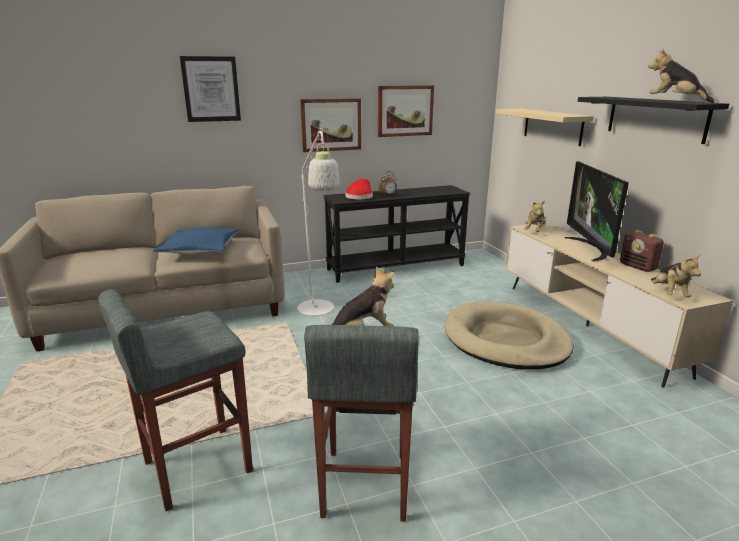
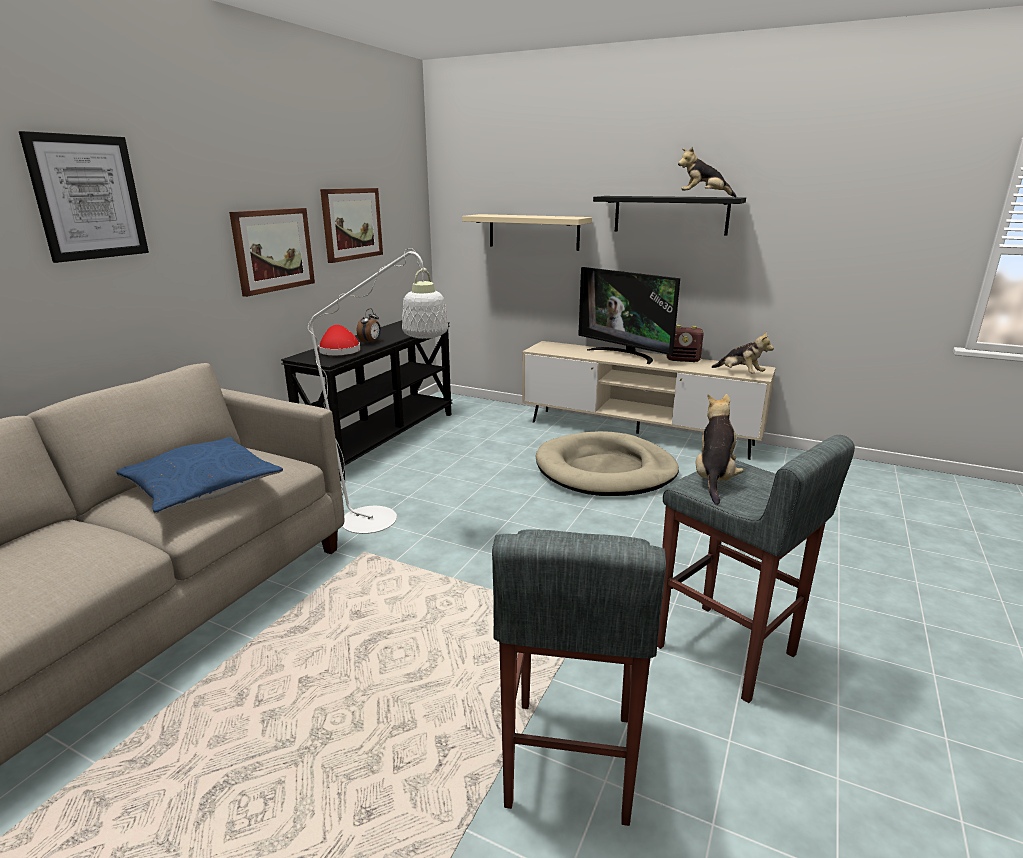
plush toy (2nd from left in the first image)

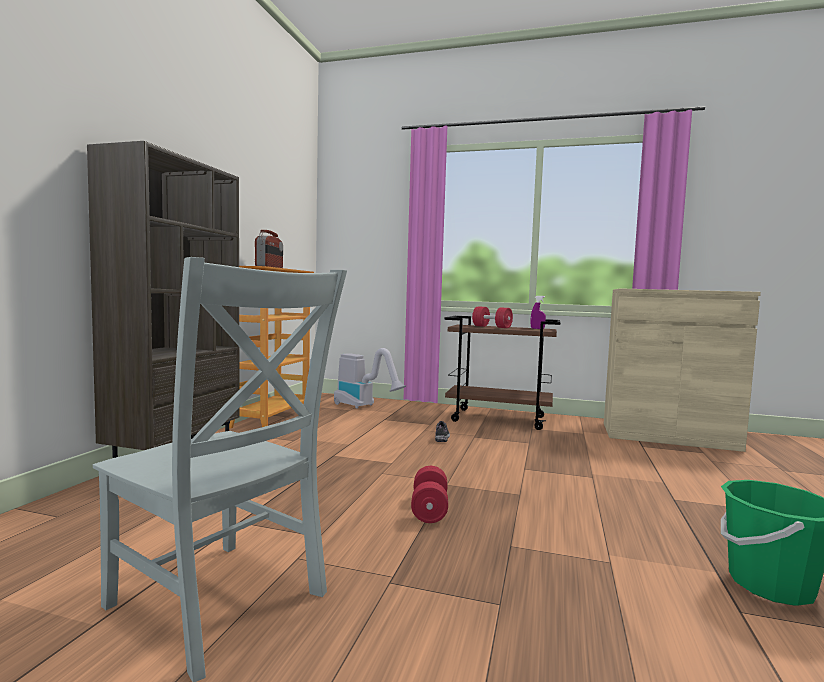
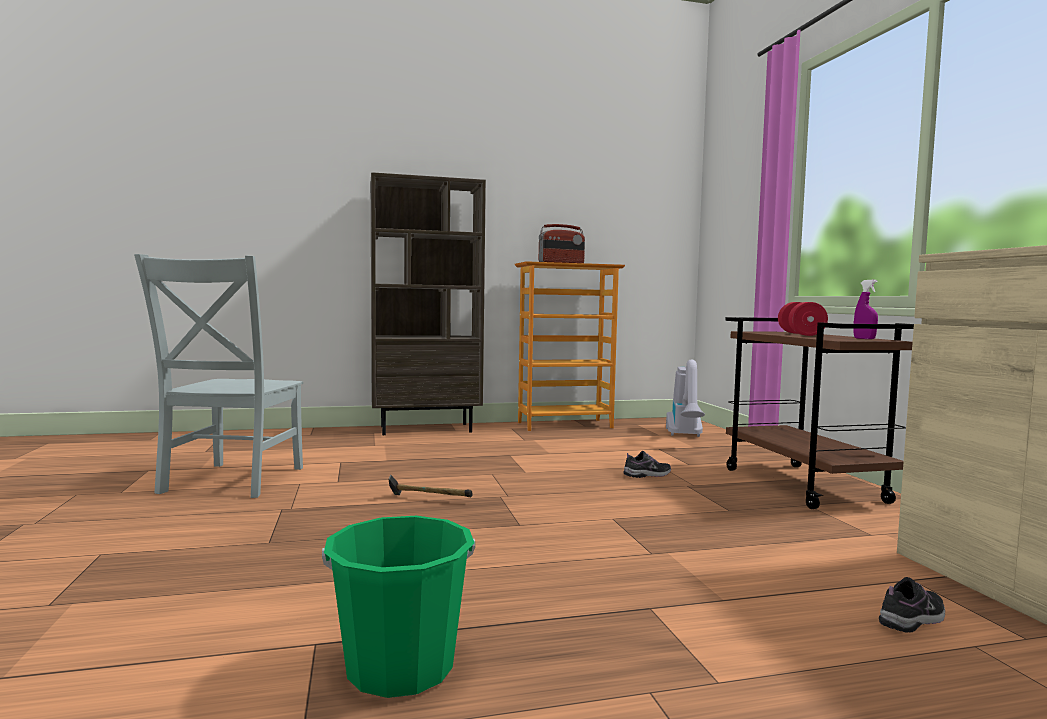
tool hammer; item of footwear (2nd from left)

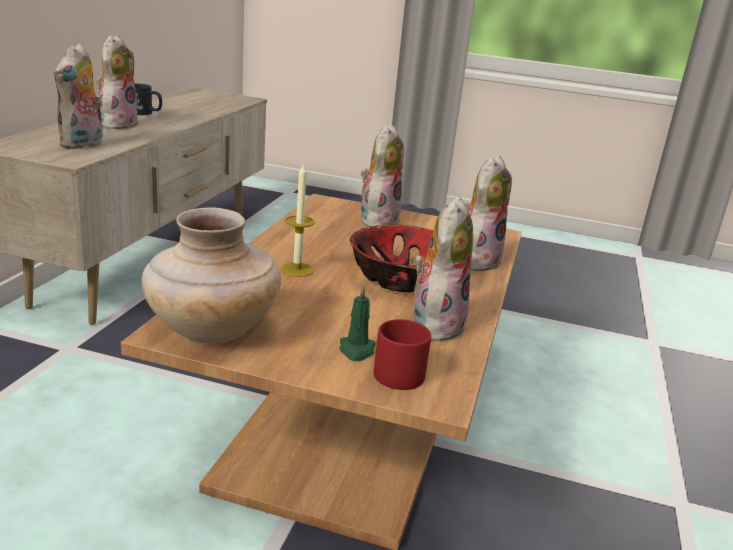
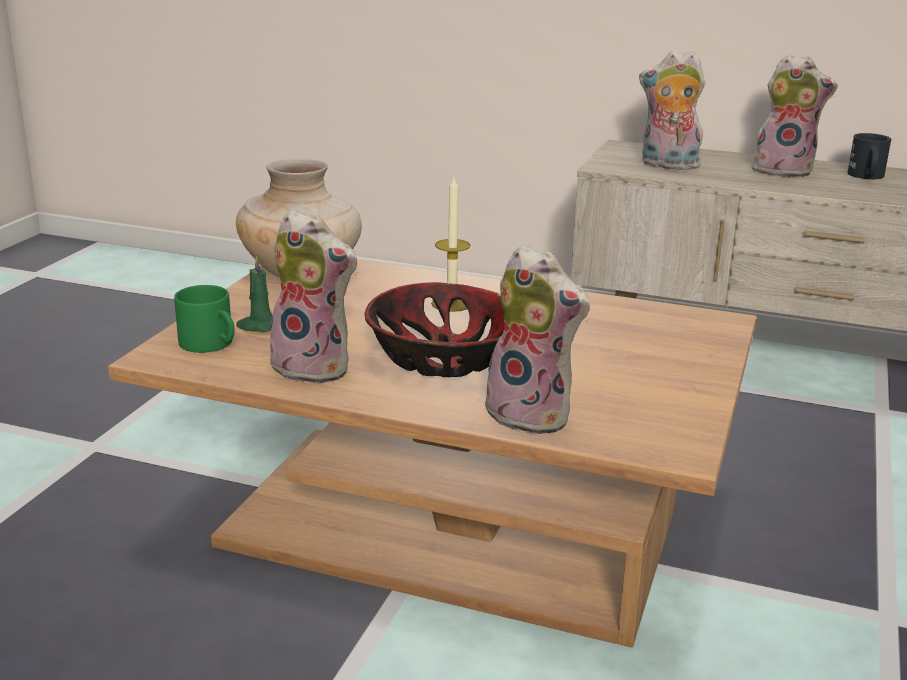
green-coloured coffee mug; plush toy (3rd from left in the first image)

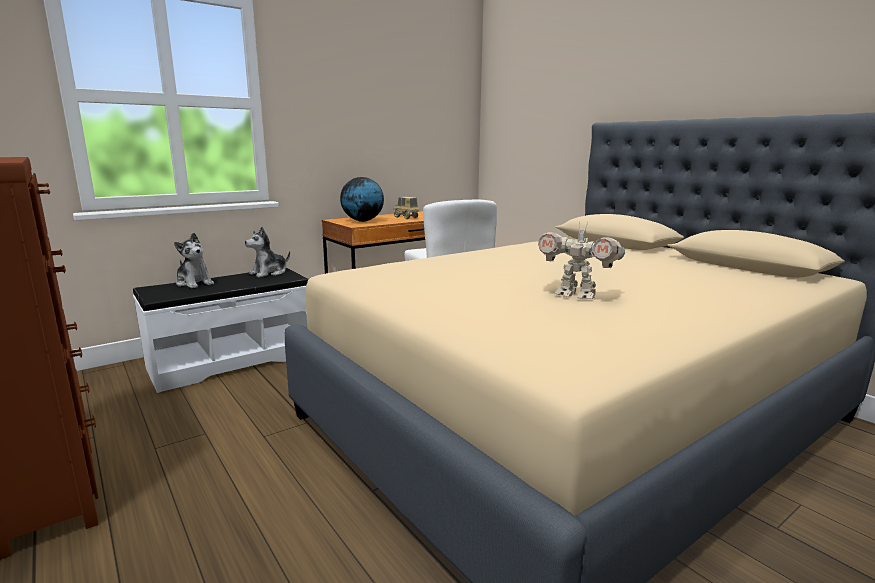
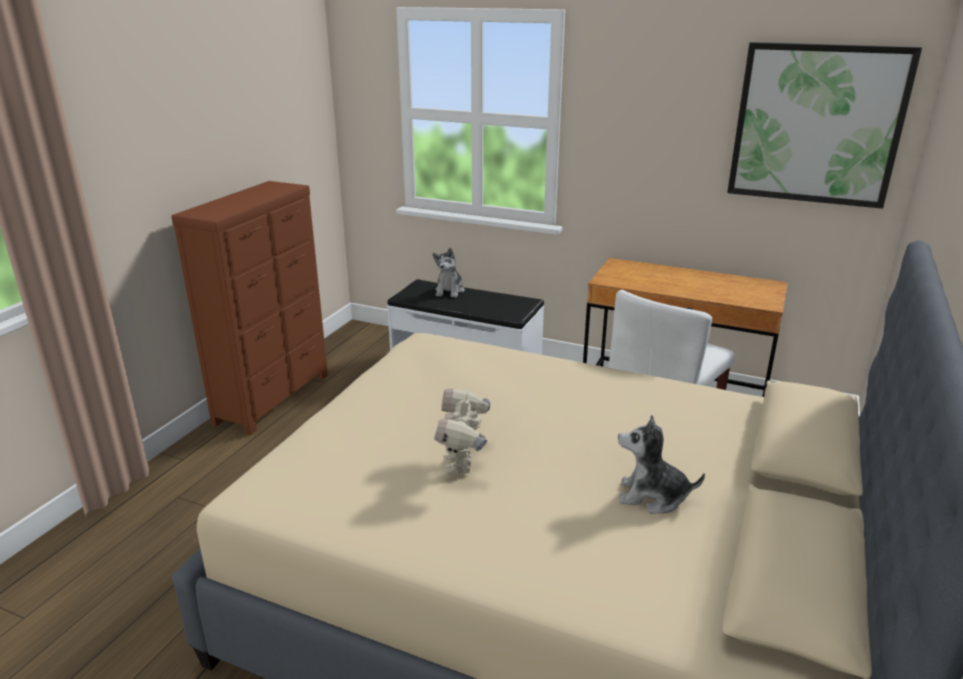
plush toy (2nd from left); picture; globe; model truck

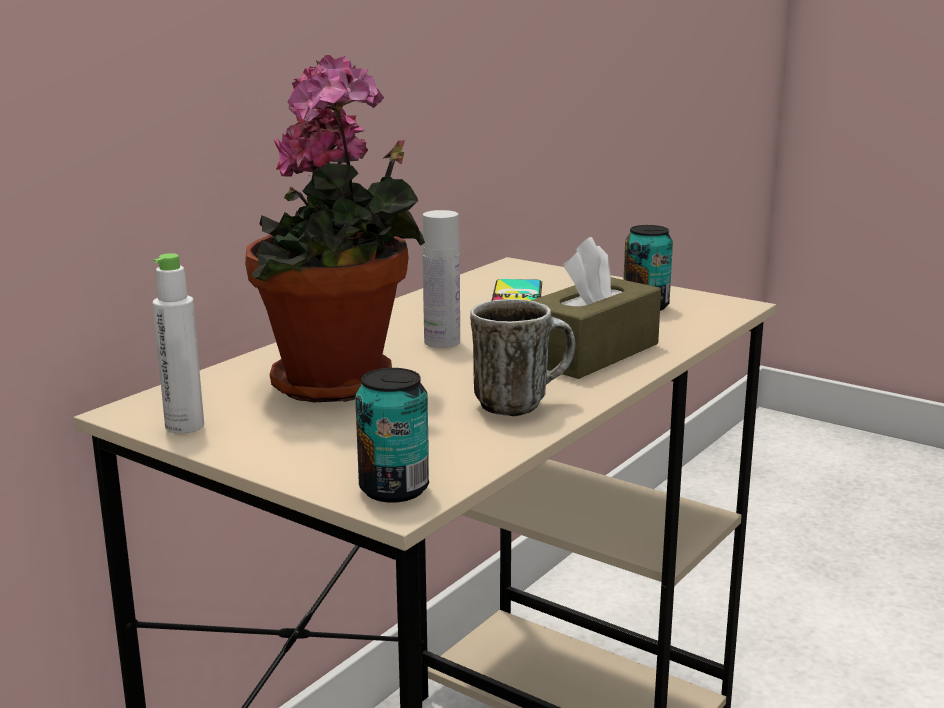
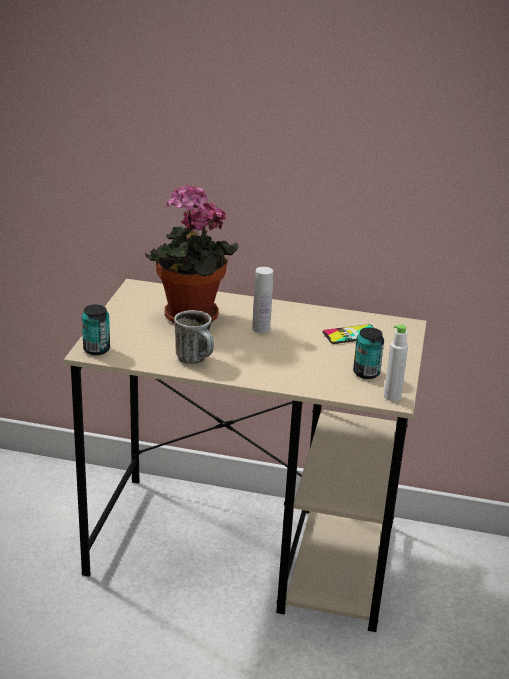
whitish beverage bottle (2nd from left); brown-coloured tissue holder

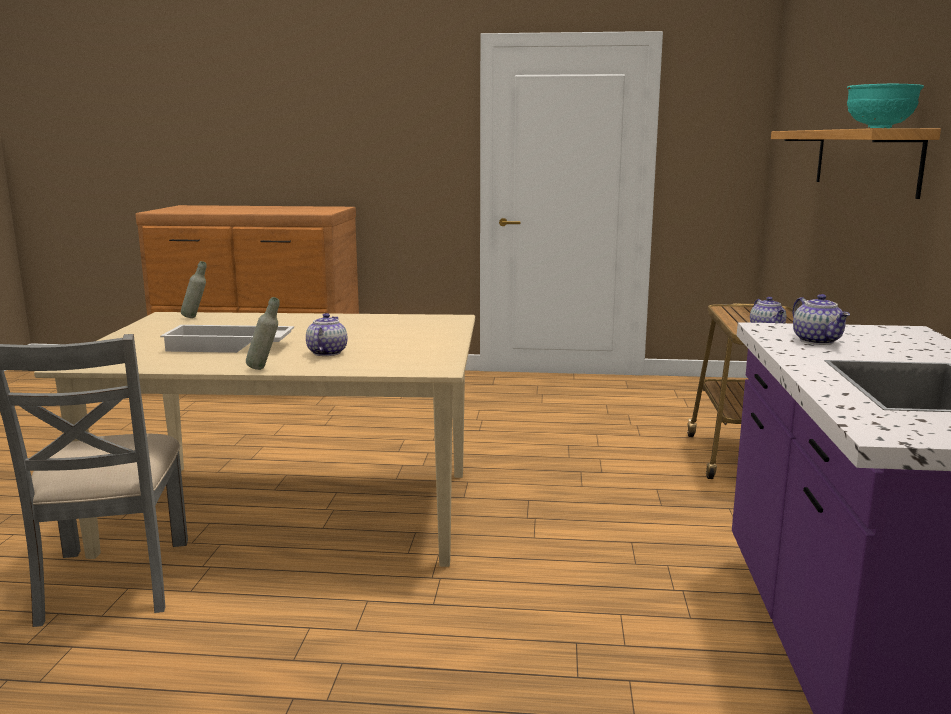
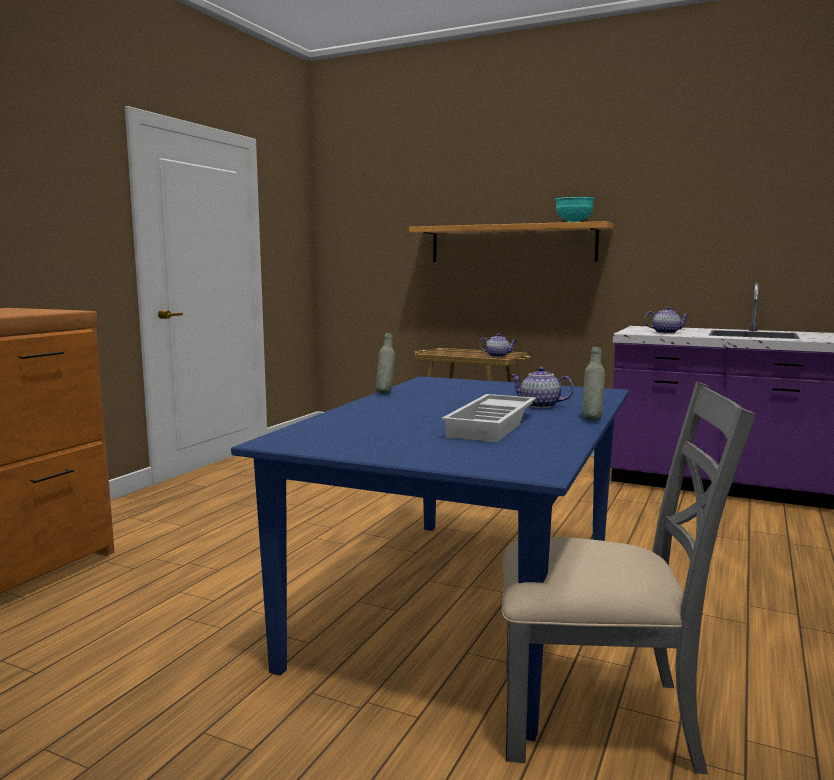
blue dining table; gray beverage bottle (1st from left)

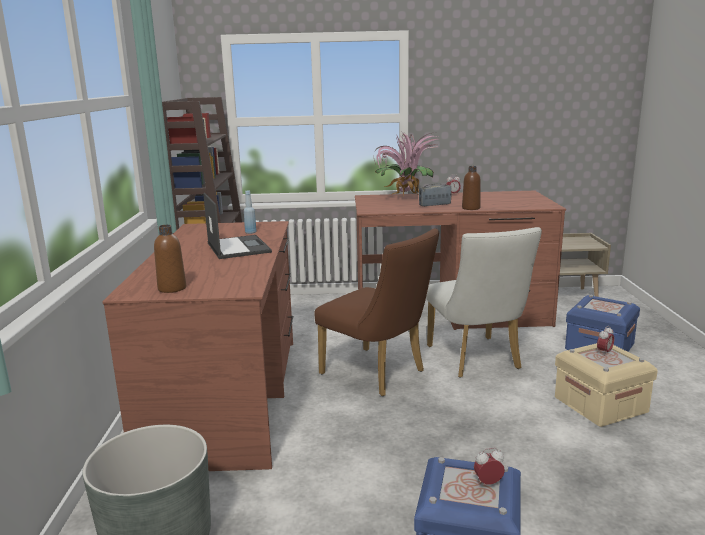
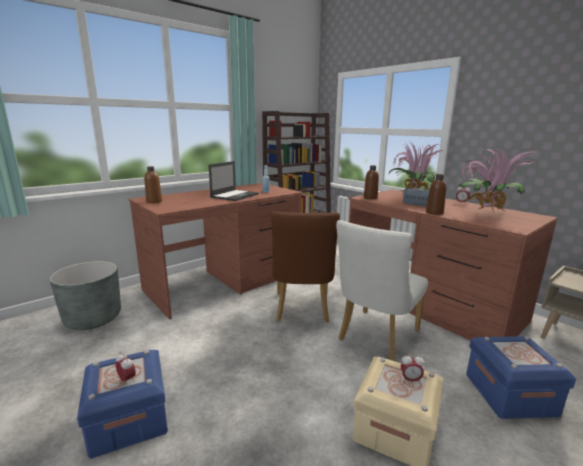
brown-coloured beverage bottle (2nd from left); houseplant (2nd from left)

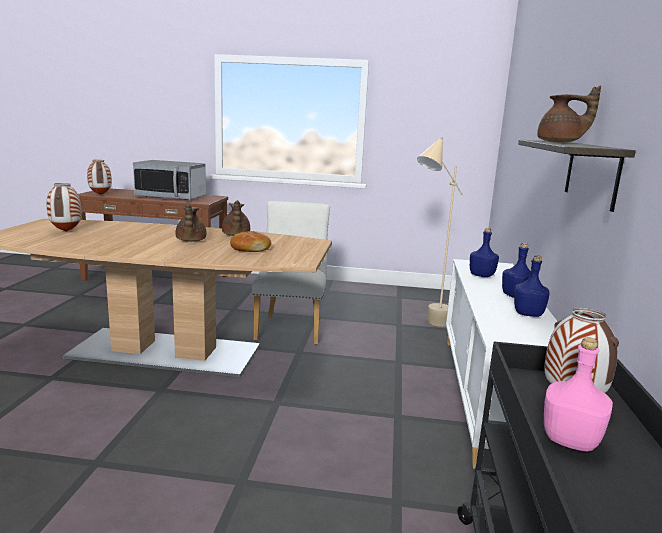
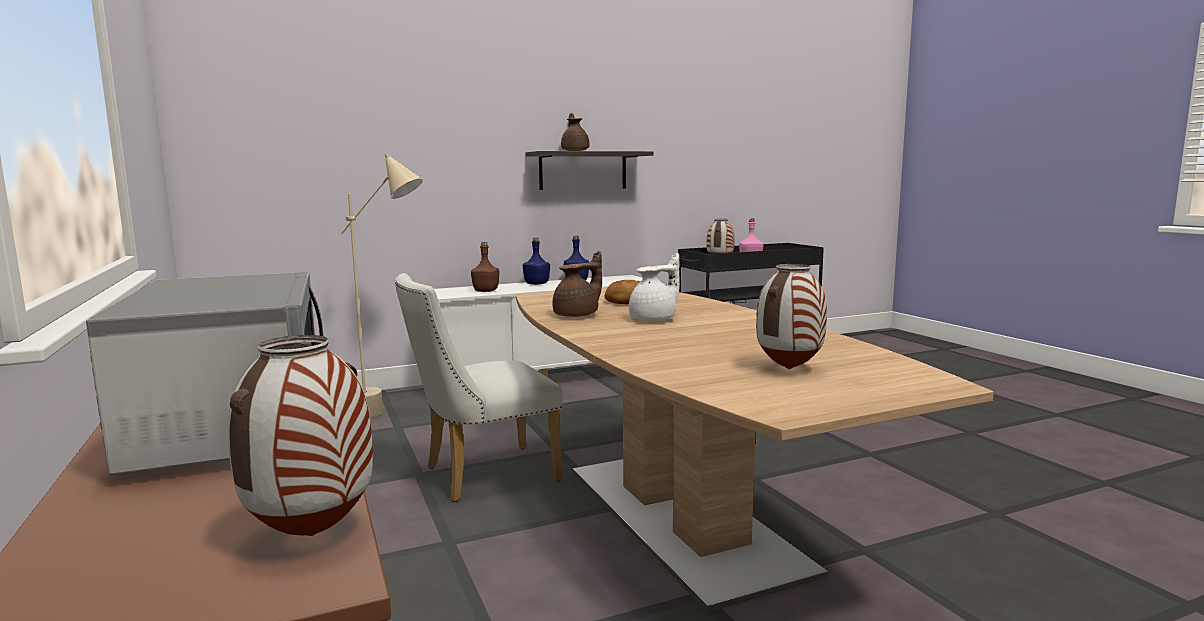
brown-coloured beverage bottle; whitish teapot

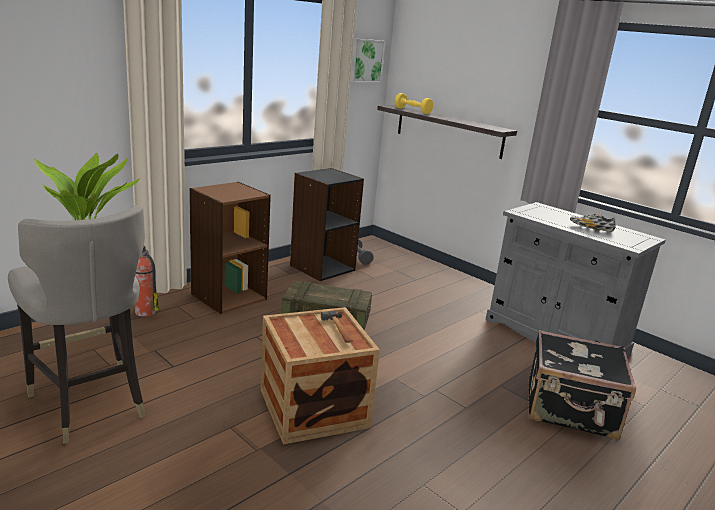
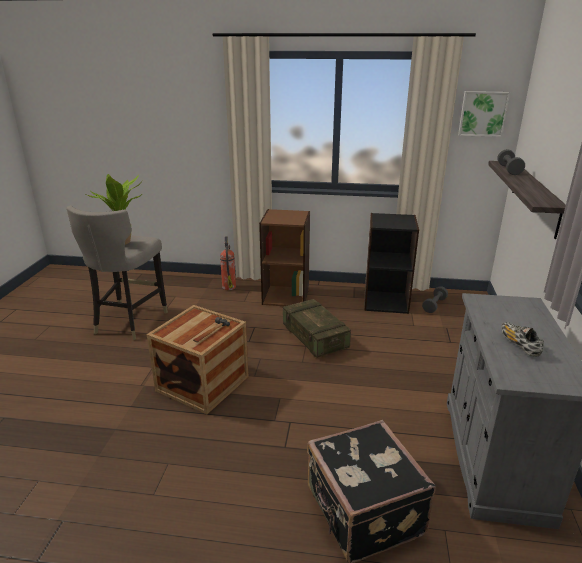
gray dumbbell (2nd from left)

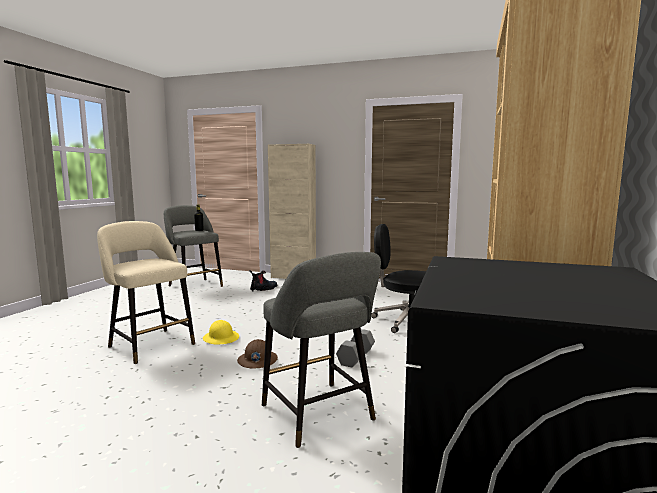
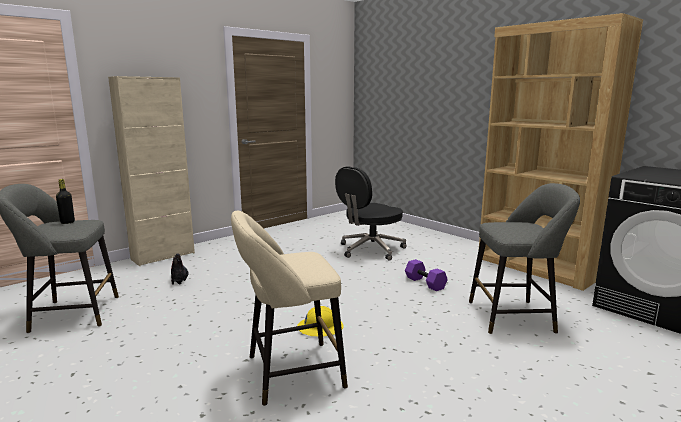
purple dumbbell; brown-coloured safety helmet

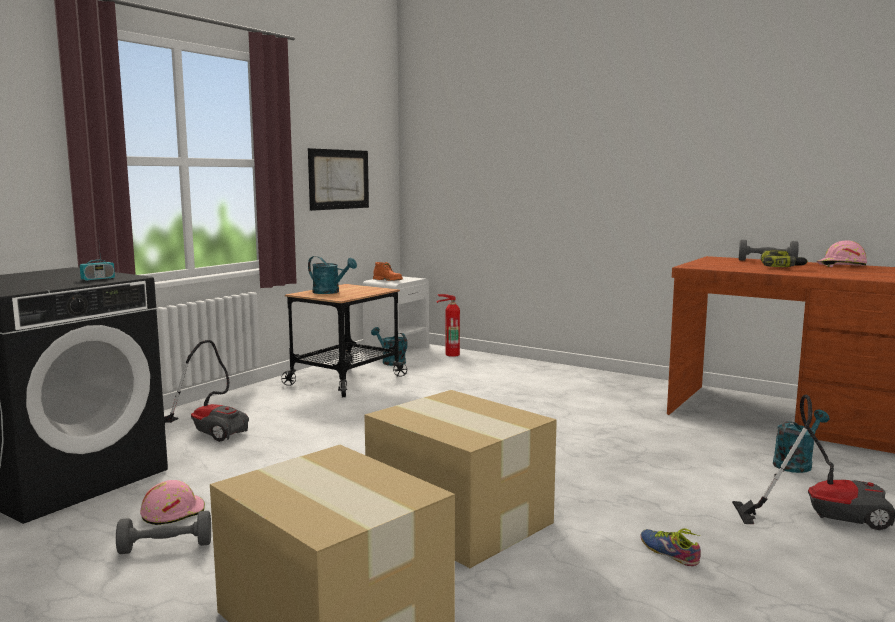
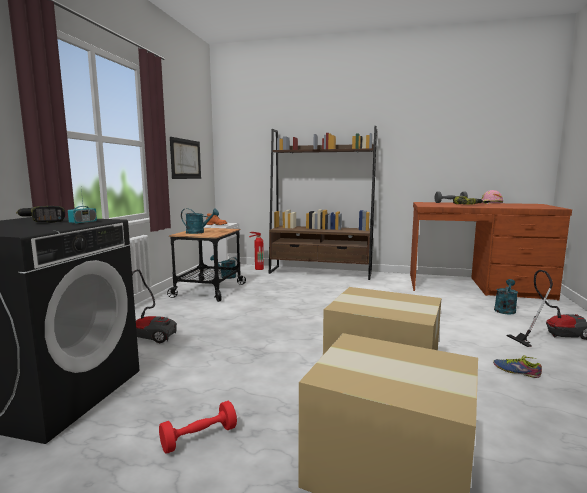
electric drill (1st from left); reddish dumbbell; brown-coloured shelving unit; pink-coloured safety helmet (1st from left in the first image)

